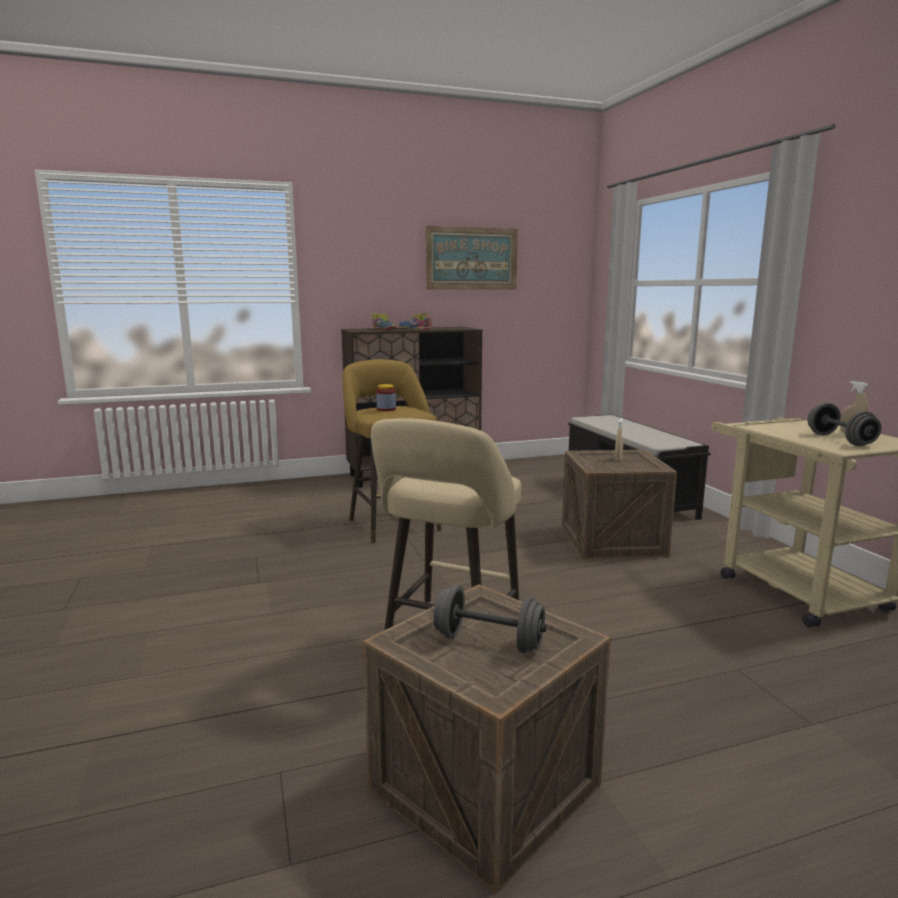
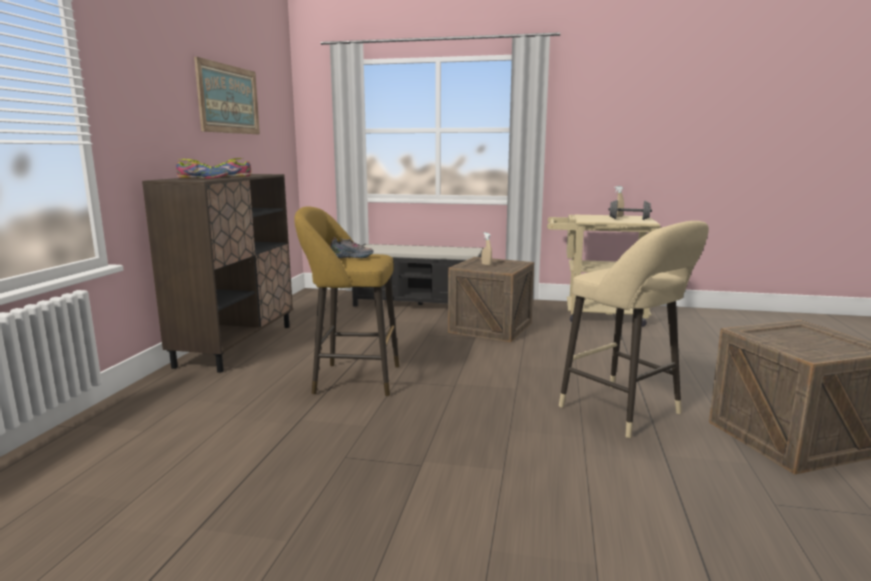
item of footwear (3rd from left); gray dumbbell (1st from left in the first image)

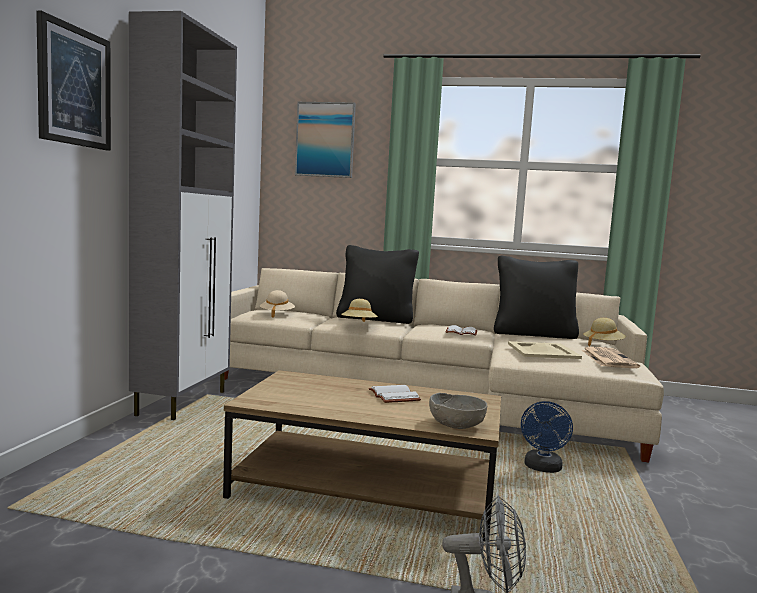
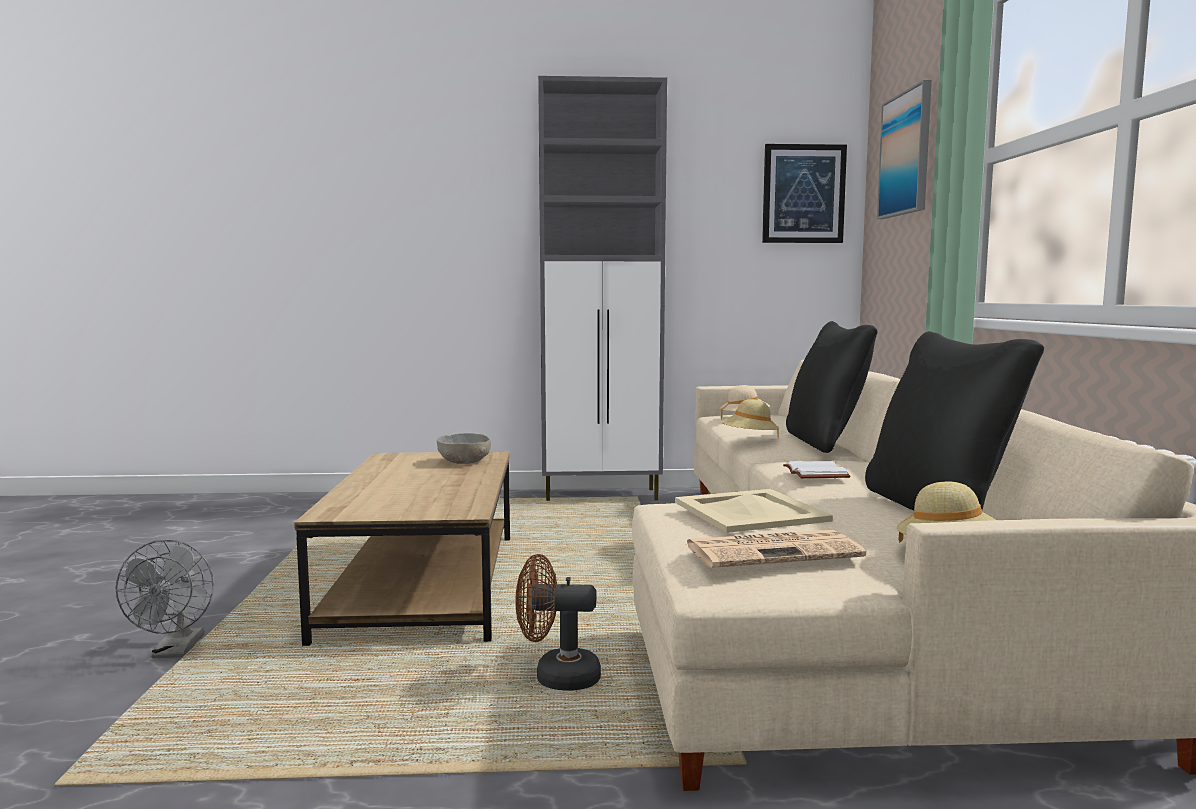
gray serving bowl; brown-coloured electric fan; picture (1st from left); whitish book (1st from left in the first image)

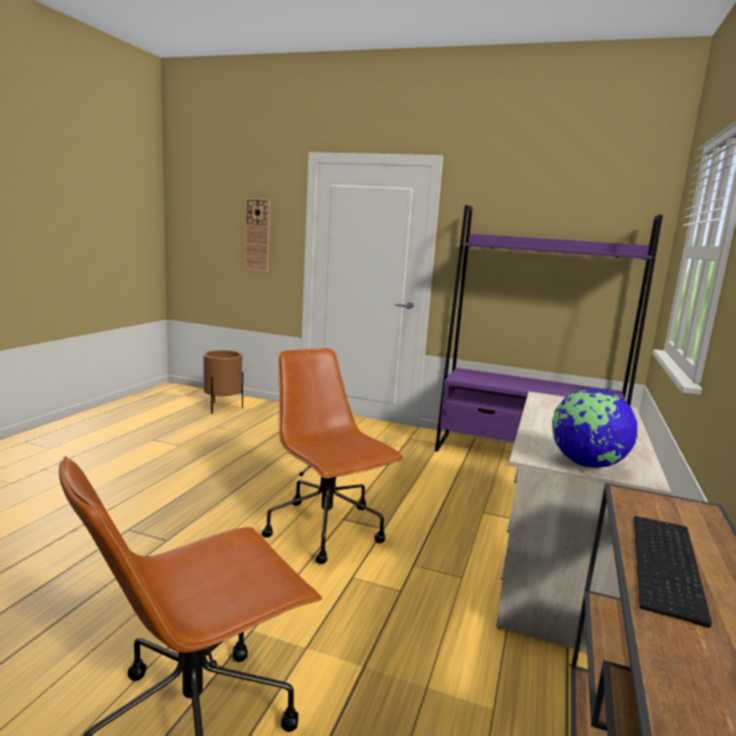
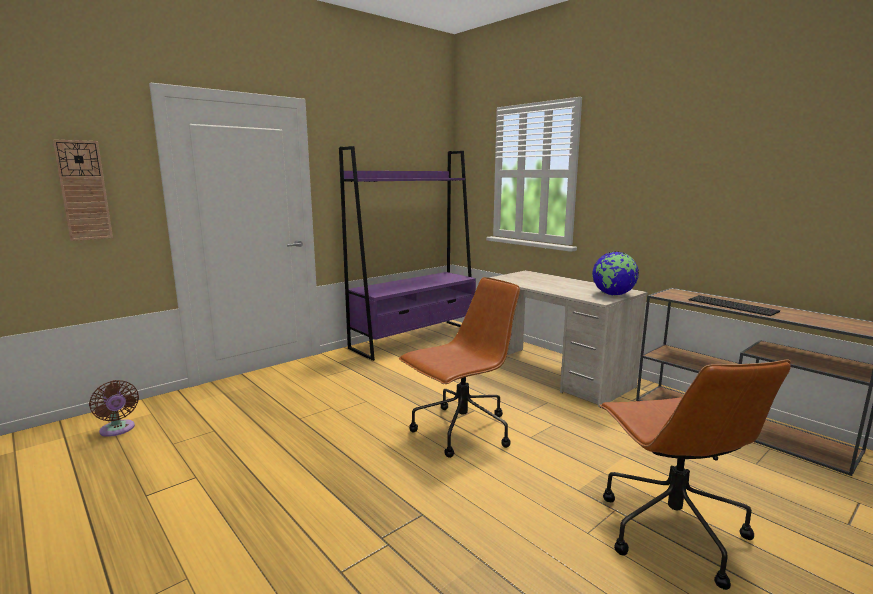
brown-coloured electric fan; brown-coloured office chair (1st from left)

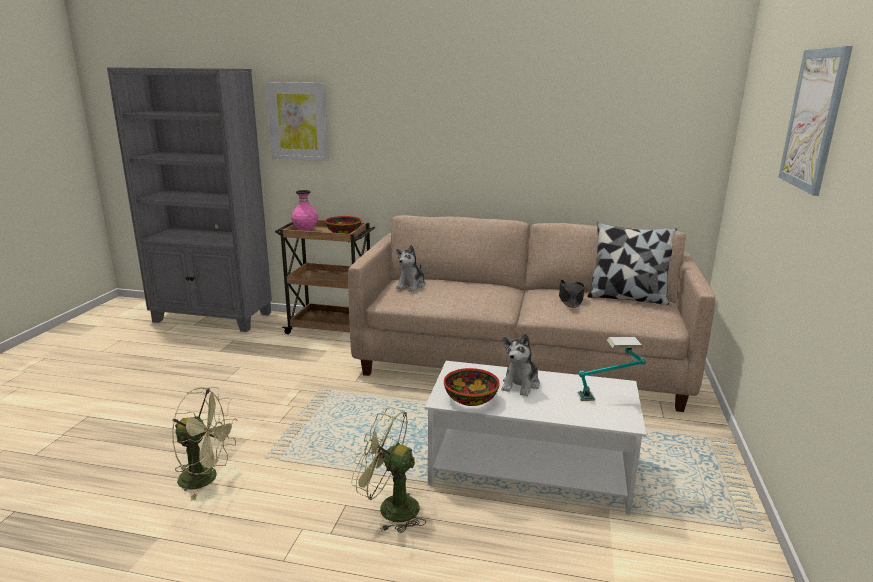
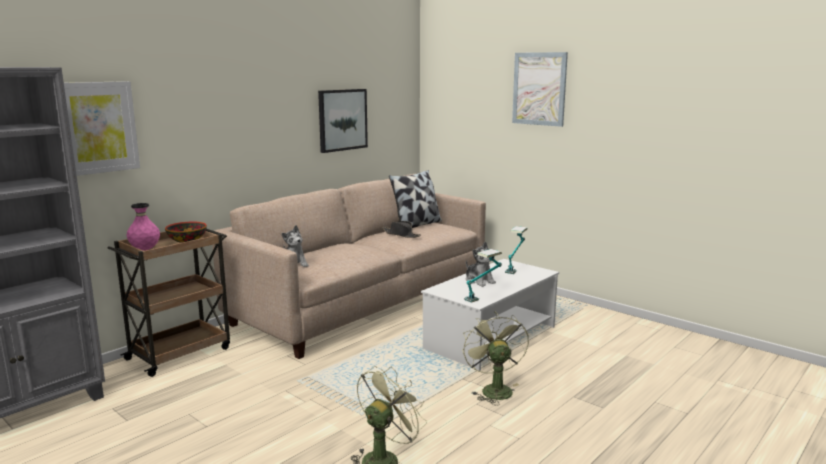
picture (2nd from left); green-coloured electric fan (2nd from left); lamp for a table (1st from left)

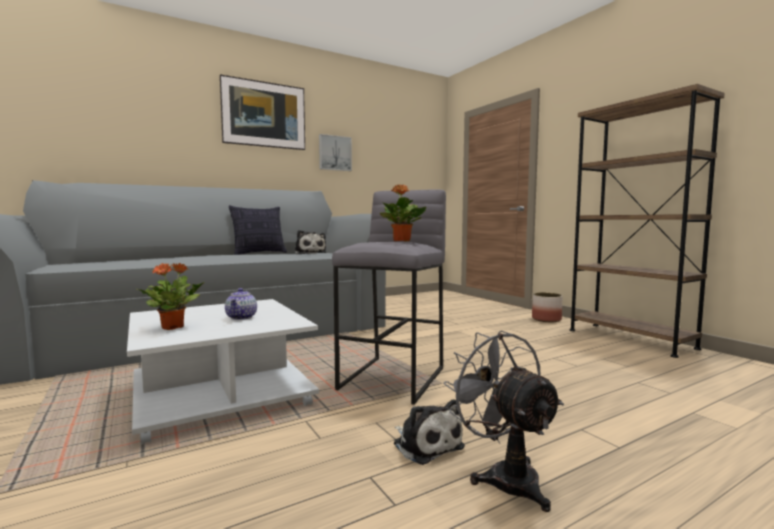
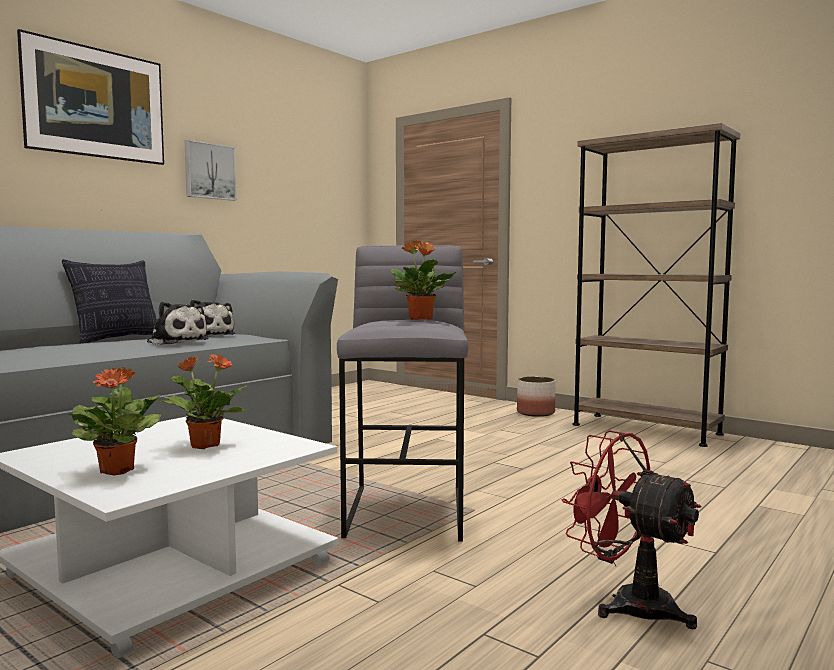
plush toy (1st from left); houseplant (2nd from left); reddish electric fan

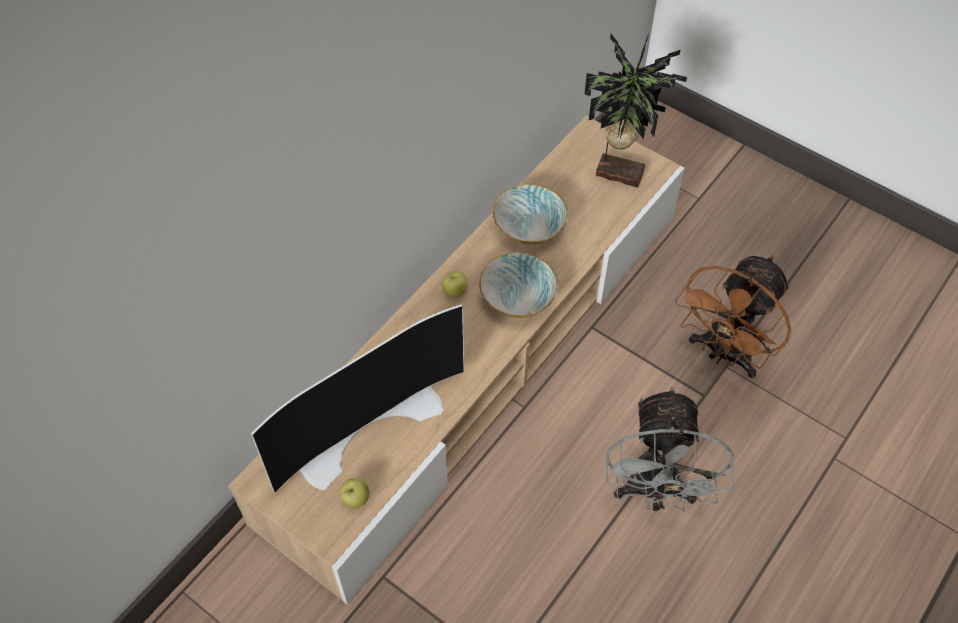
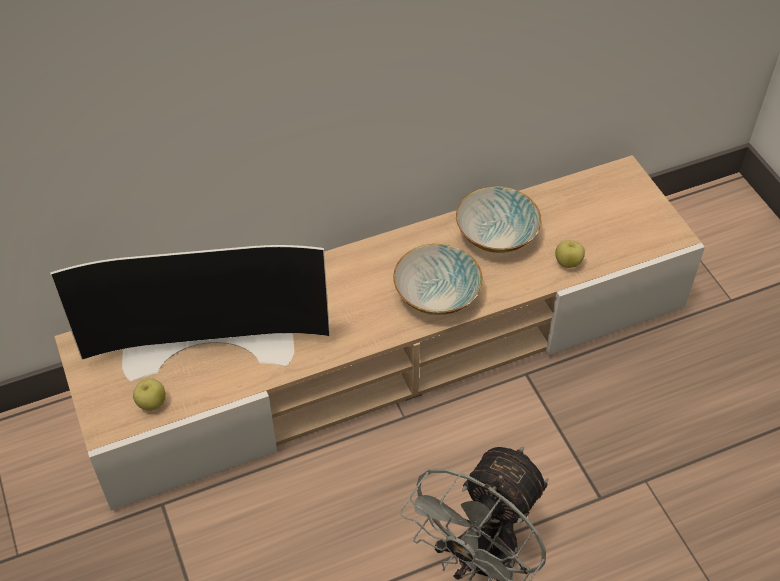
apple (2nd from left); houseplant; brown-coloured electric fan

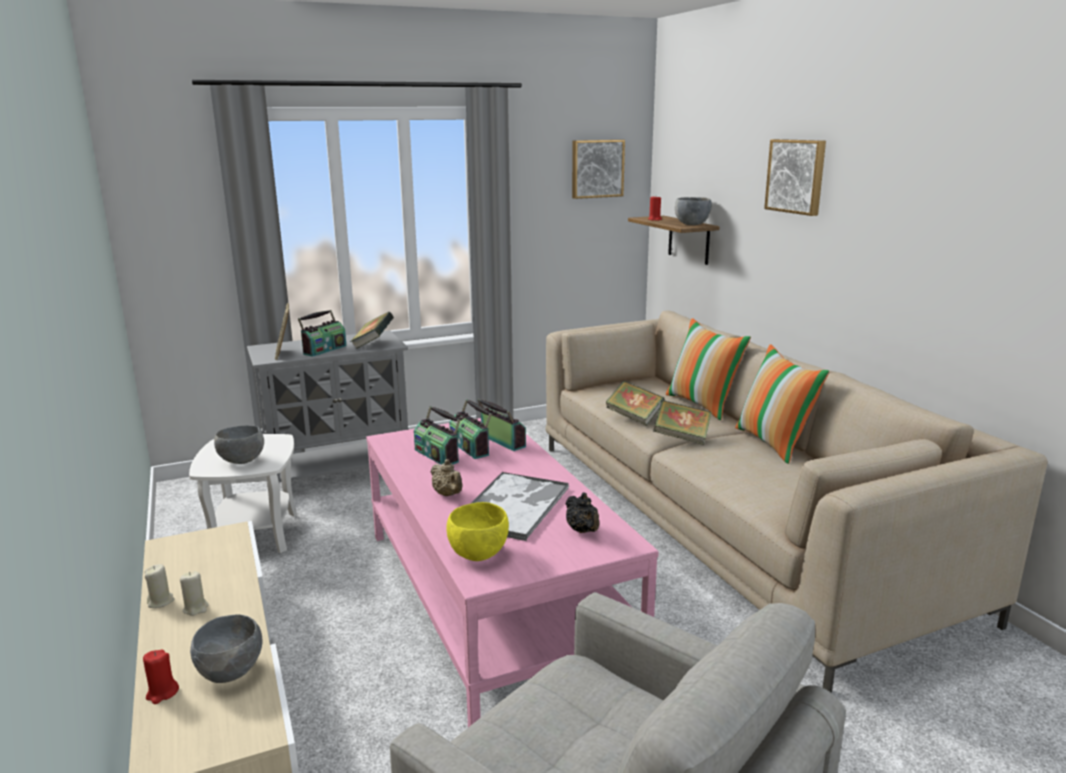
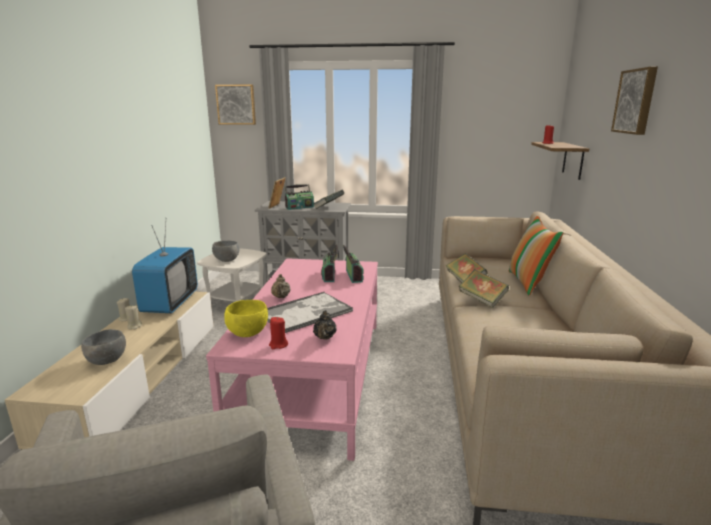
TV; picture (1st from left); reddish wax candle (1st from left); radio set (2nd from left in the first image); gray serving bowl (3rd from left in the first image); throw pillow (2nd from left in the first image)

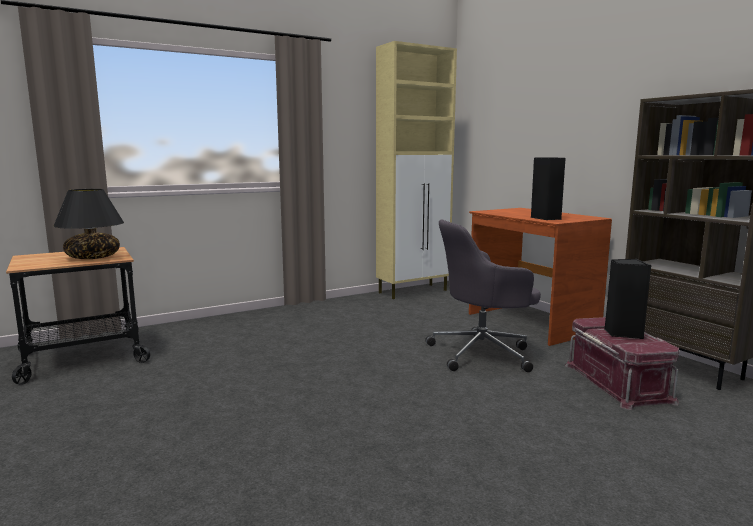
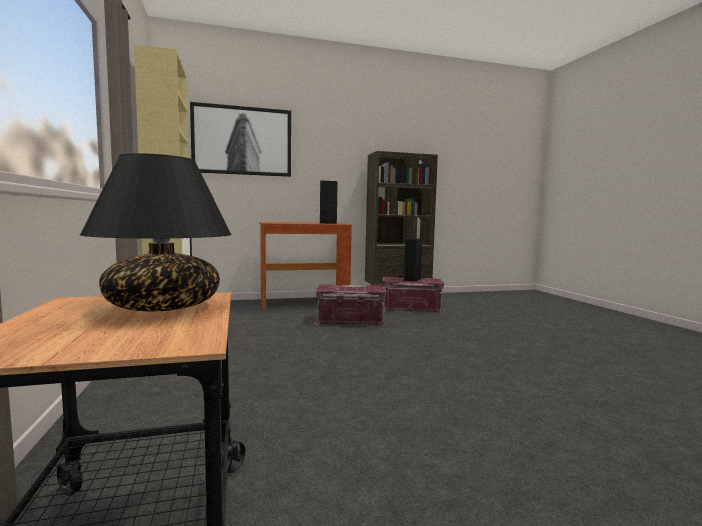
picture; reddish storage box (1st from left)

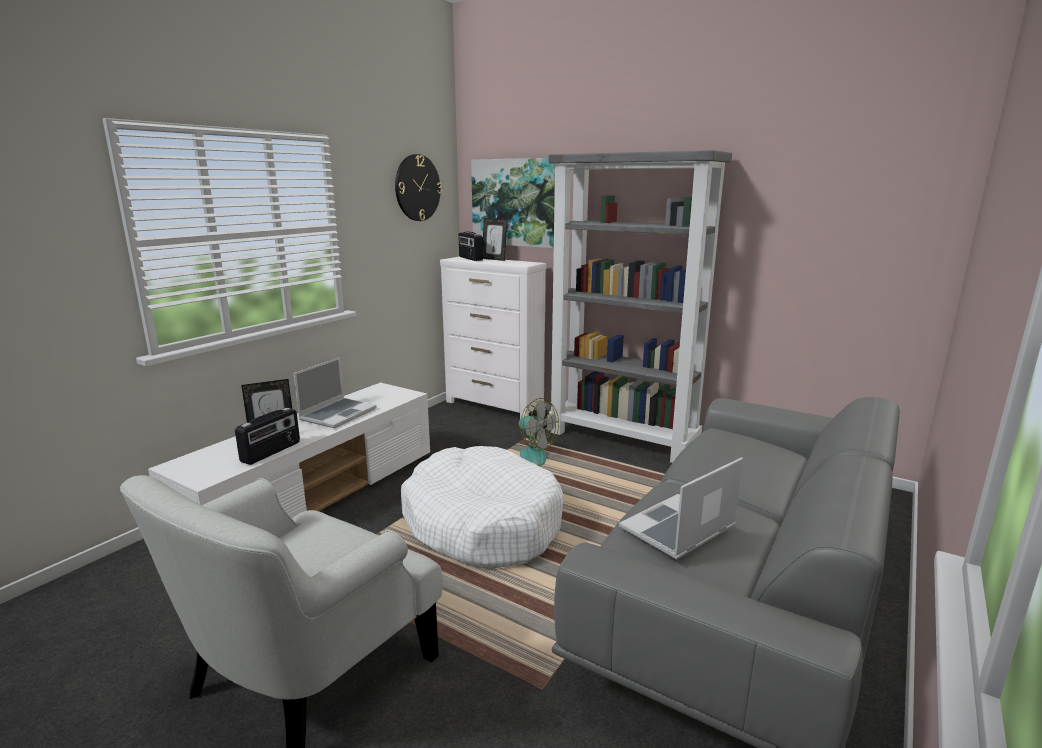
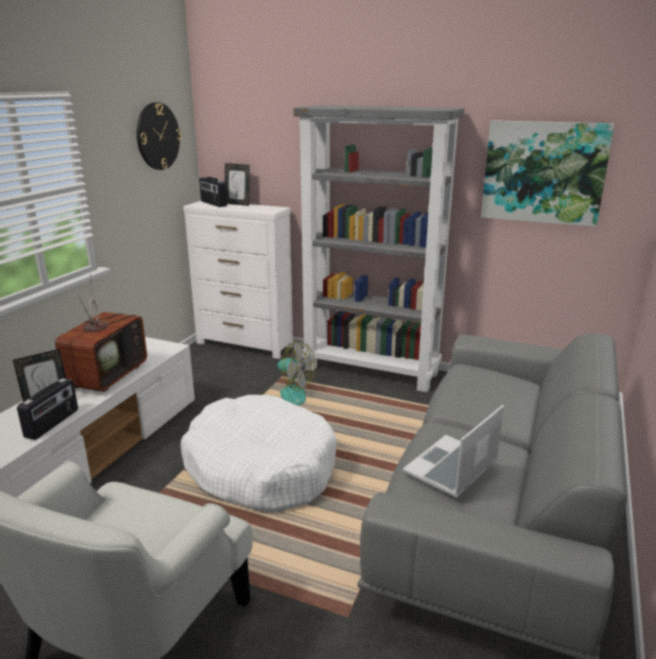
TV; picture

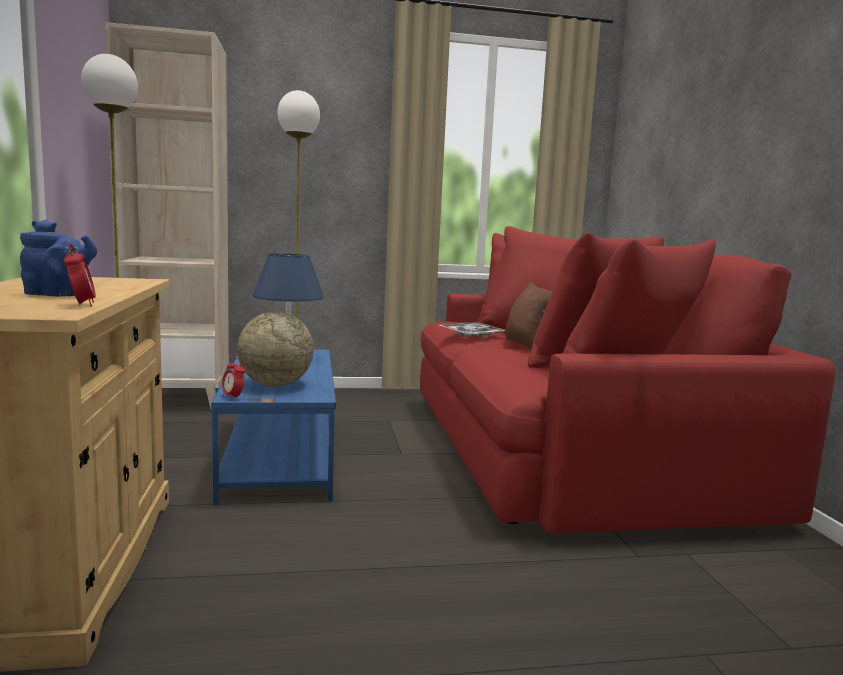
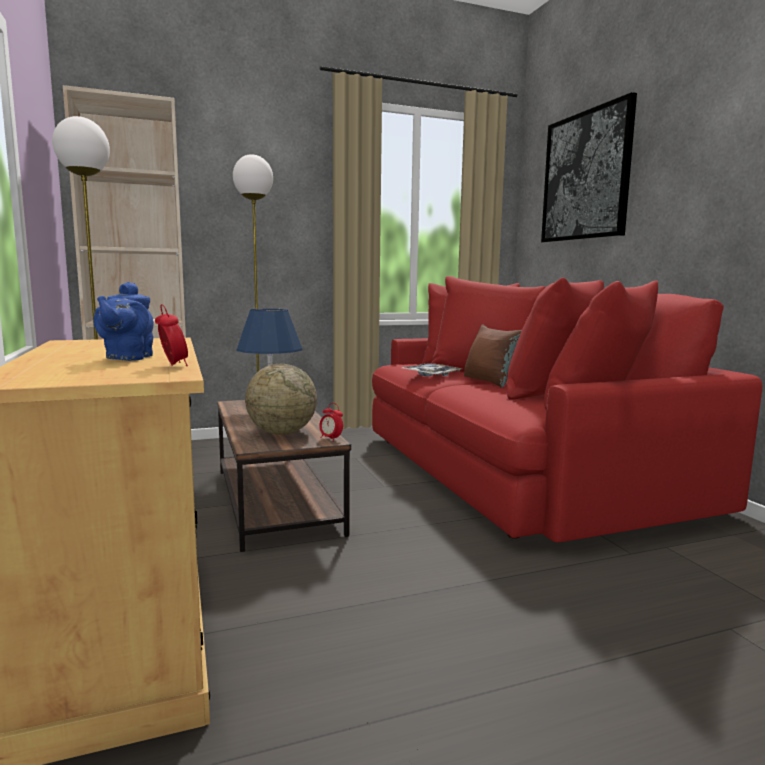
blue teapot; brown-coloured lounge table; alarm clock (2nd from left); picture

